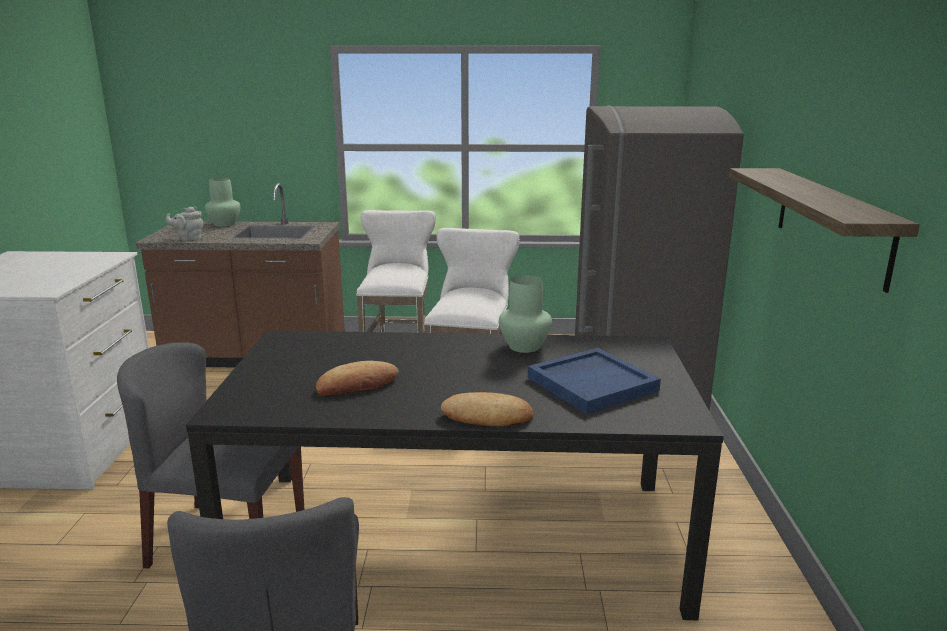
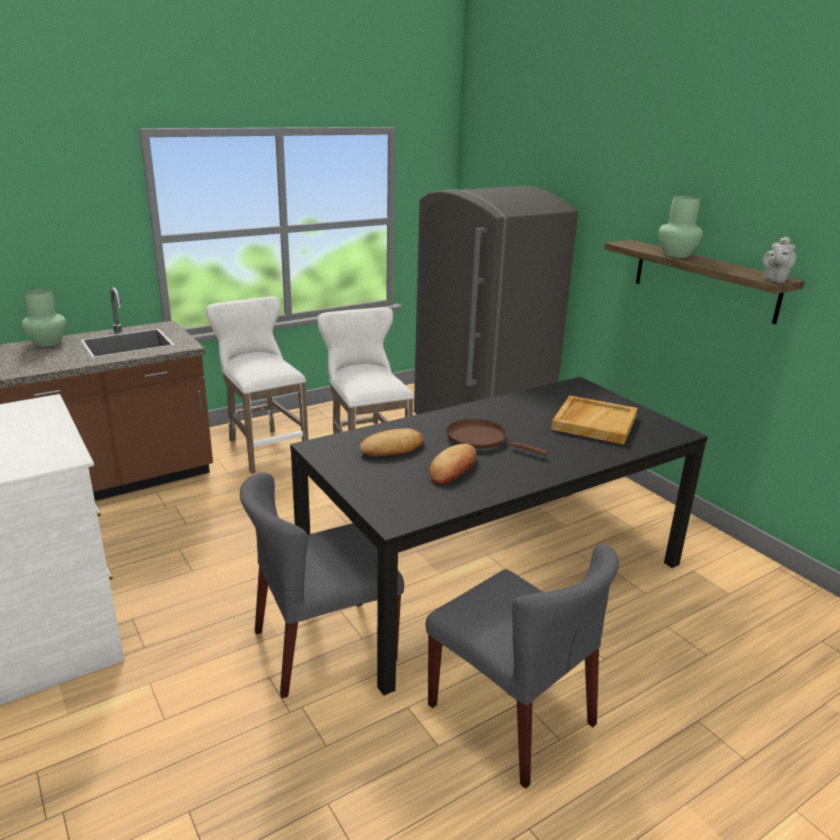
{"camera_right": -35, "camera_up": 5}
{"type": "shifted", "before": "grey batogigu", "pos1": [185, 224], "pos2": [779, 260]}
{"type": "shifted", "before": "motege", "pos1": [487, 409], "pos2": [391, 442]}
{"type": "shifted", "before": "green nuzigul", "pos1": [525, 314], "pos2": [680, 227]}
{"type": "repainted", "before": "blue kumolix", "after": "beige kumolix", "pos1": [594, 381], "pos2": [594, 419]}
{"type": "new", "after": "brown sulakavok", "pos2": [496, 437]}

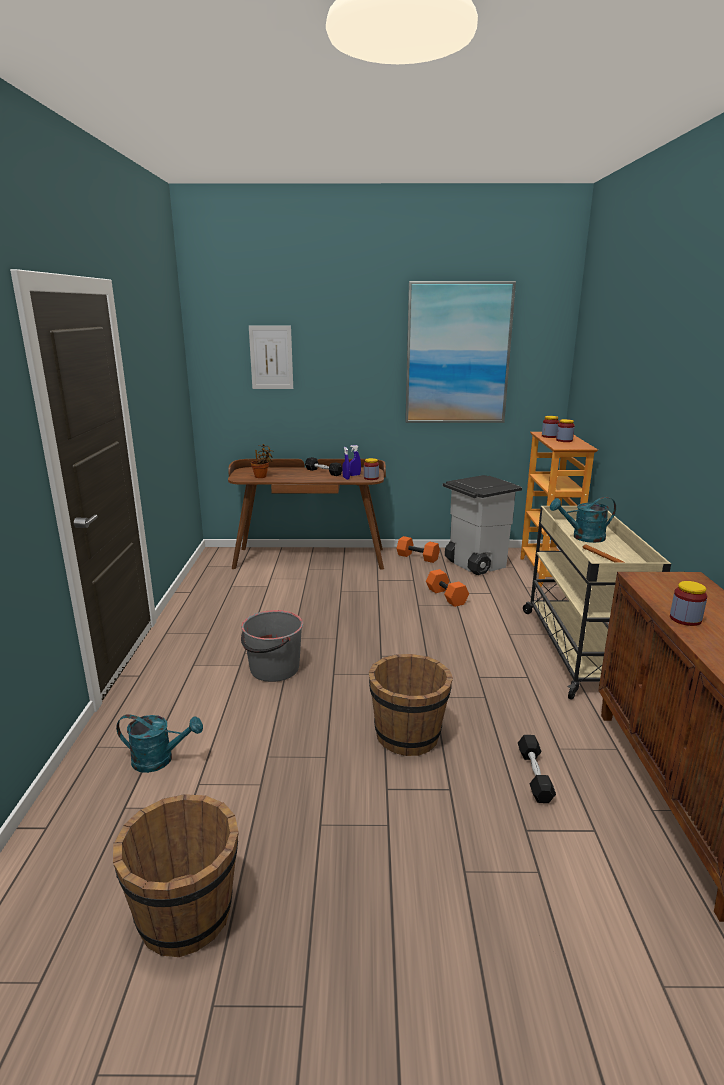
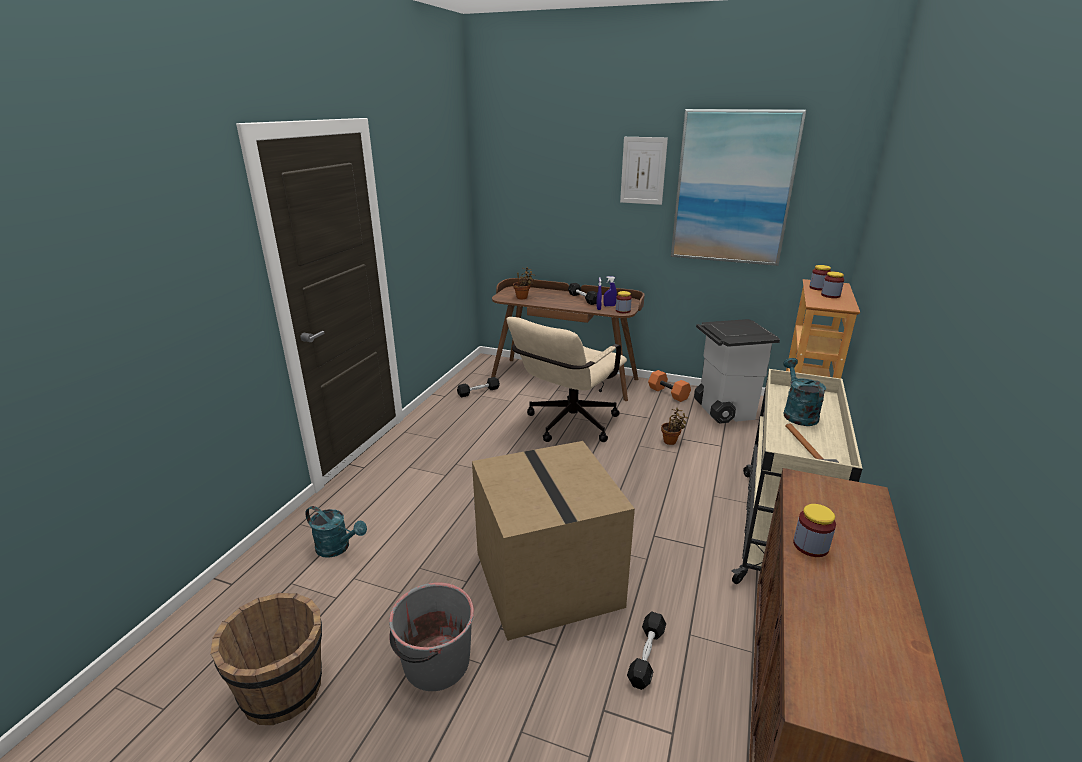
{"camera_right": 20, "camera_up": 5}
{"type": "shifted", "before": "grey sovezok", "pos1": [272, 646], "pos2": [431, 636]}
{"type": "shifted", "before": "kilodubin", "pos1": [271, 357], "pos2": [644, 171]}
{"type": "swapped", "before": "brown sovezok", "after": "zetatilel", "pos1": [411, 705], "pos2": [553, 541]}
{"type": "swapped", "before": "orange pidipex", "after": "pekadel", "pos1": [447, 588], "pos2": [674, 426]}
{"type": "rotated", "before": "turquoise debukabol", "pos1": [583, 520], "pos2": [804, 392], "turn": 75}
{"type": "new", "after": "black pidipex", "pos2": [478, 387]}
{"type": "new", "after": "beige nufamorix", "pos2": [567, 379]}

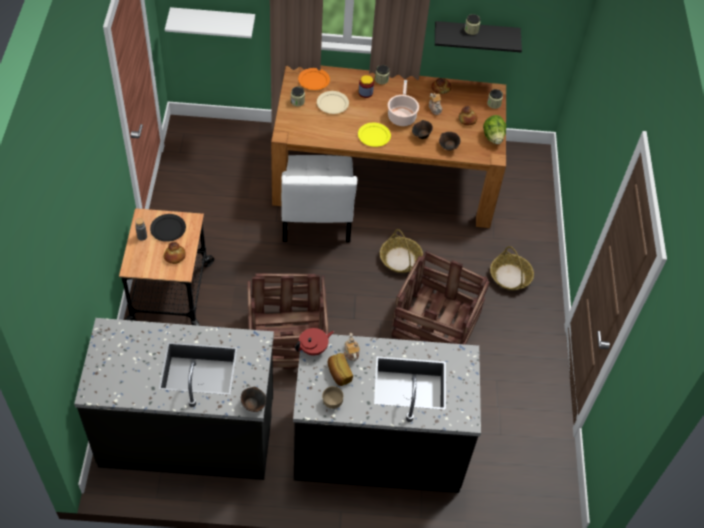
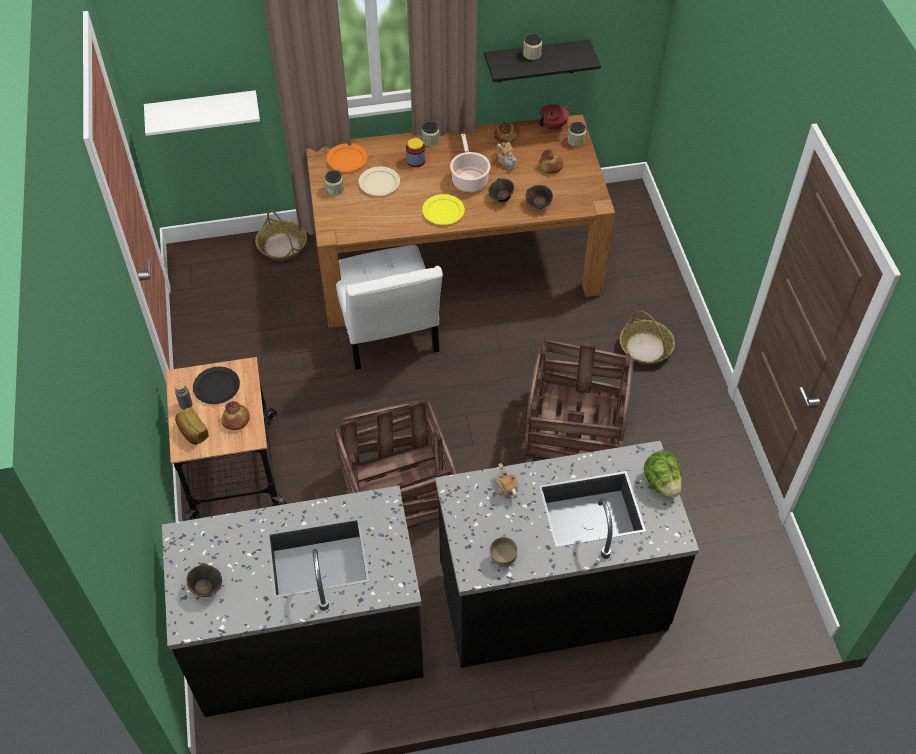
{"camera_right": -10, "camera_up": 0}
{"type": "shifted", "before": "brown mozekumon", "pos1": [253, 399], "pos2": [204, 580]}
{"type": "shifted", "before": "red batogigu", "pos1": [314, 342], "pos2": [554, 116]}
{"type": "shifted", "before": "motege", "pos1": [340, 369], "pos2": [192, 426]}
{"type": "shifted", "before": "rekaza", "pos1": [401, 251], "pos2": [281, 235]}
{"type": "shifted", "before": "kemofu", "pos1": [494, 129], "pos2": [663, 473]}

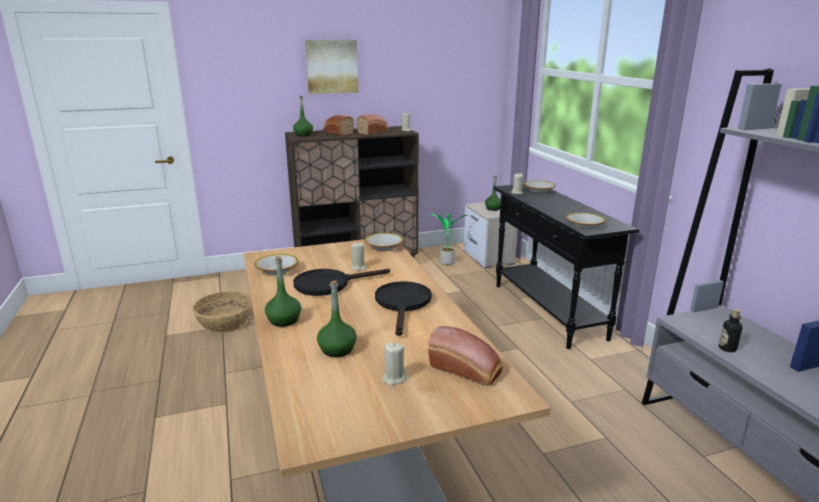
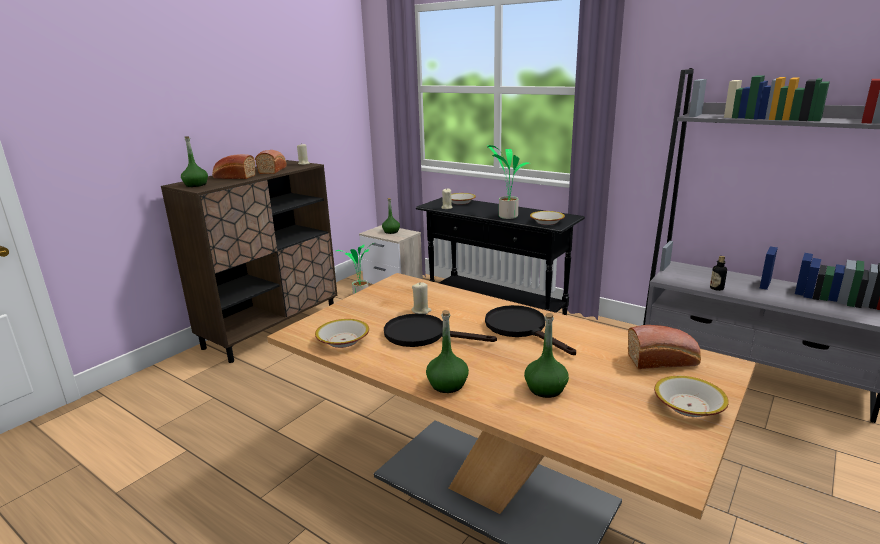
{"camera_right": -35, "camera_up": 0}
{"type": "gone", "before": "rekaza", "pos1": [222, 312]}
{"type": "rotated", "before": "black sulakavok", "pos1": [341, 282], "pos2": [440, 330], "turn": 75}
{"type": "gone", "before": "kilodubin", "pos1": [331, 67]}
{"type": "shifted", "before": "mozekumon", "pos1": [384, 242], "pos2": [691, 396]}
{"type": "gone", "before": "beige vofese", "pos1": [394, 364]}
{"type": "new", "after": "pekadel", "pos2": [508, 182]}

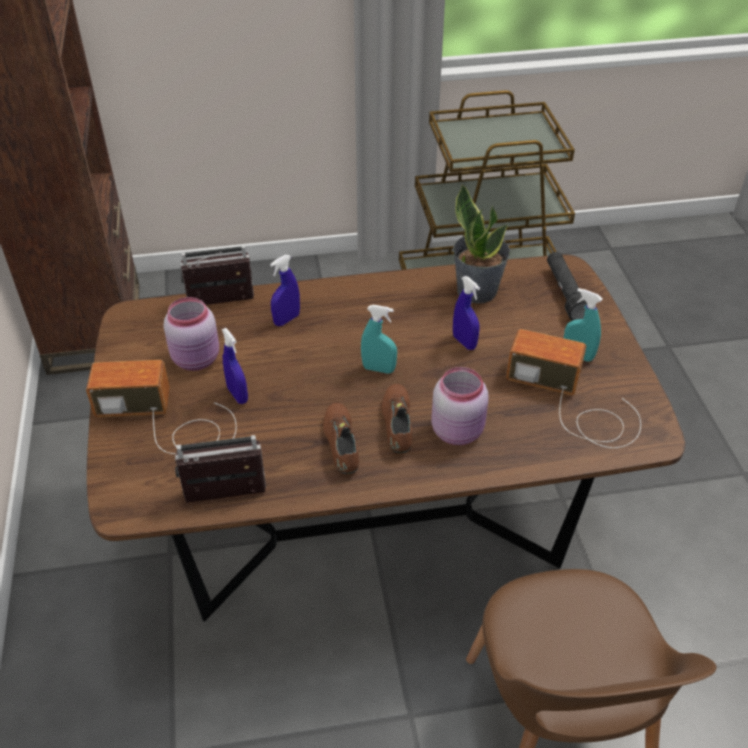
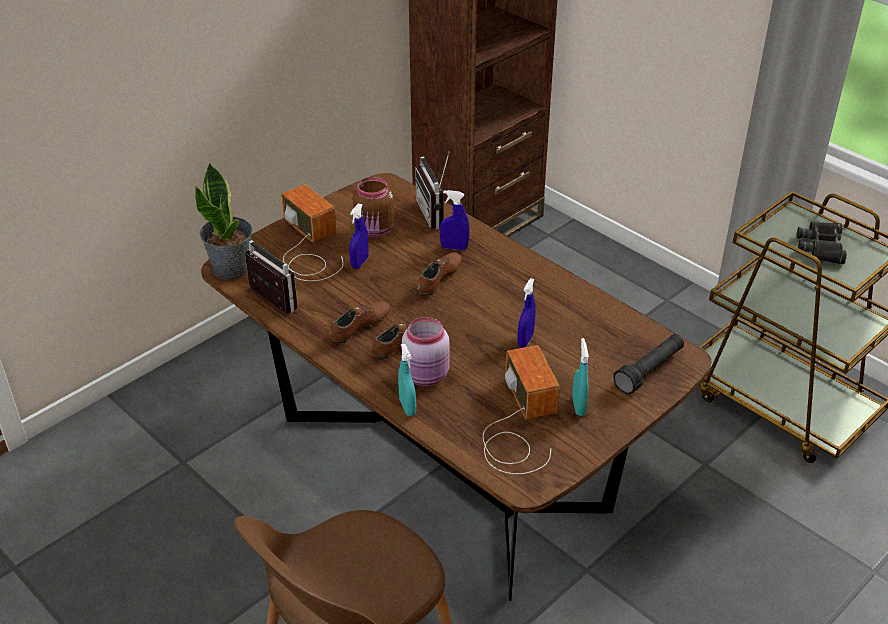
{"camera_right": 55, "camera_up": -5}
{"type": "repainted", "before": "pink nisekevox", "after": "brown nisekevox", "pos1": [191, 334], "pos2": [373, 207]}
{"type": "rotated", "before": "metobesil", "pos1": [217, 275], "pos2": [432, 190], "turn": -150}
{"type": "shifted", "before": "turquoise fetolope", "pos1": [379, 339], "pos2": [407, 380]}
{"type": "shifted", "before": "pekadel", "pos1": [481, 244], "pos2": [223, 221]}
{"type": "new", "after": "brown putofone", "pos2": [439, 274]}
{"type": "new", "after": "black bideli", "pos2": [822, 242]}

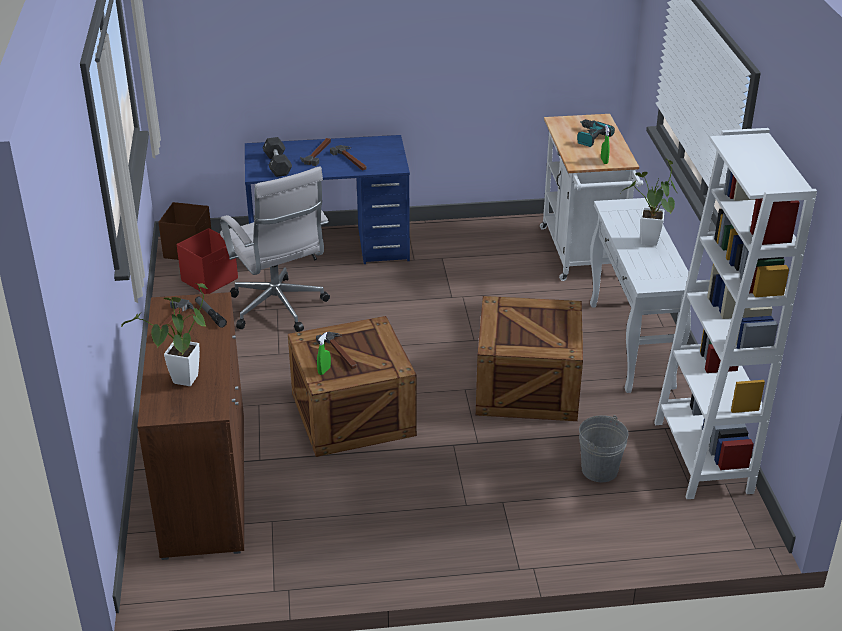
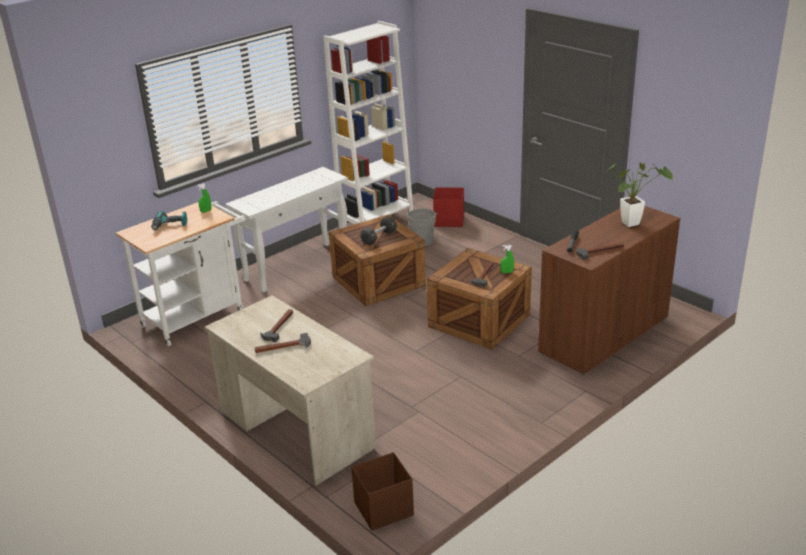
{"camera_right": -125, "camera_up": -5}
{"type": "shifted", "before": "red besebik", "pos1": [207, 261], "pos2": [448, 207]}
{"type": "gone", "before": "white nufamorix", "pos1": [275, 249]}
{"type": "repainted", "before": "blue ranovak", "after": "beige ranovak", "pos1": [327, 199], "pos2": [290, 390]}
{"type": "shifted", "before": "black pidipex", "pos1": [277, 157], "pos2": [378, 231]}
{"type": "gone", "before": "pekadel", "pos1": [648, 202]}

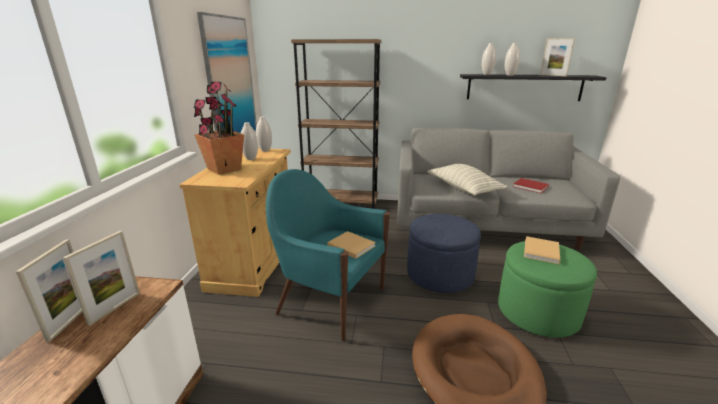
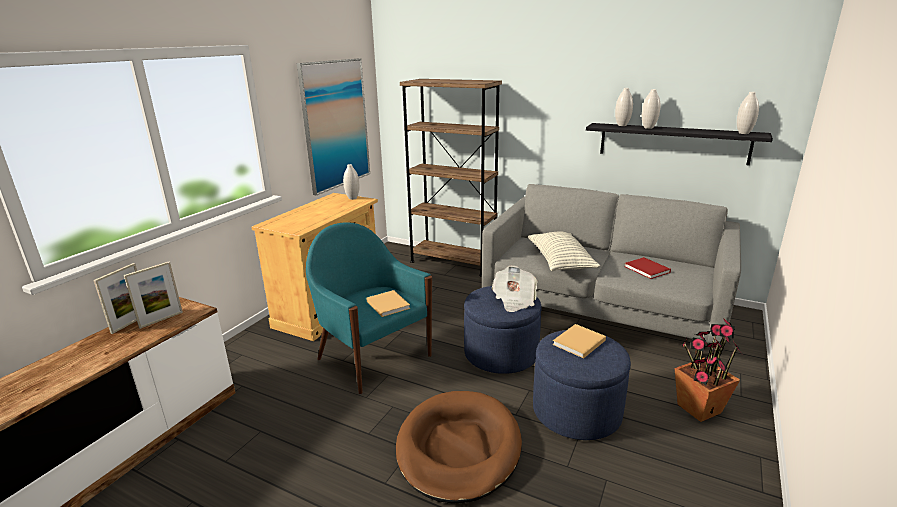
{"camera_right": 20, "camera_up": 0}
{"type": "shifted", "before": "pekadel", "pos1": [219, 128], "pos2": [707, 370]}
{"type": "shifted", "before": "white nuzigul", "pos1": [249, 141], "pos2": [748, 113]}
{"type": "repainted", "before": "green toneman", "after": "blue toneman", "pos1": [547, 289], "pos2": [582, 385]}
{"type": "gone", "before": "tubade", "pos1": [557, 57]}
{"type": "new", "after": "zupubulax", "pos2": [514, 289]}

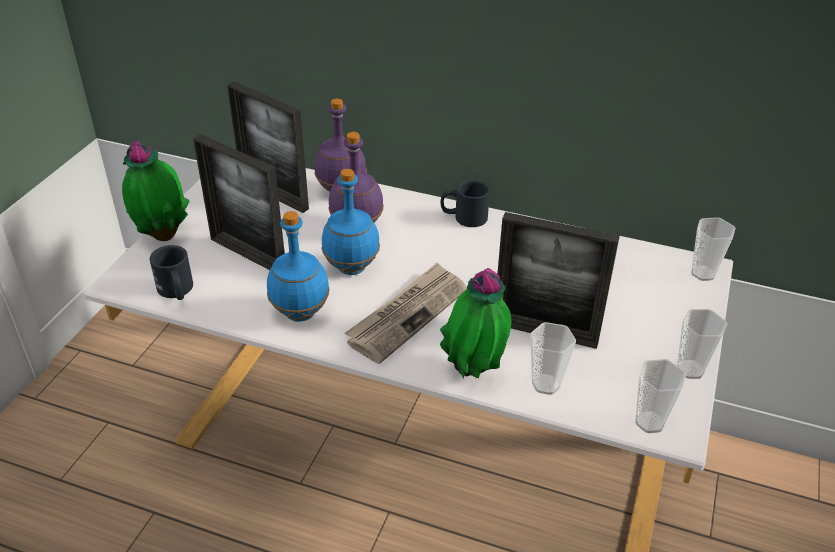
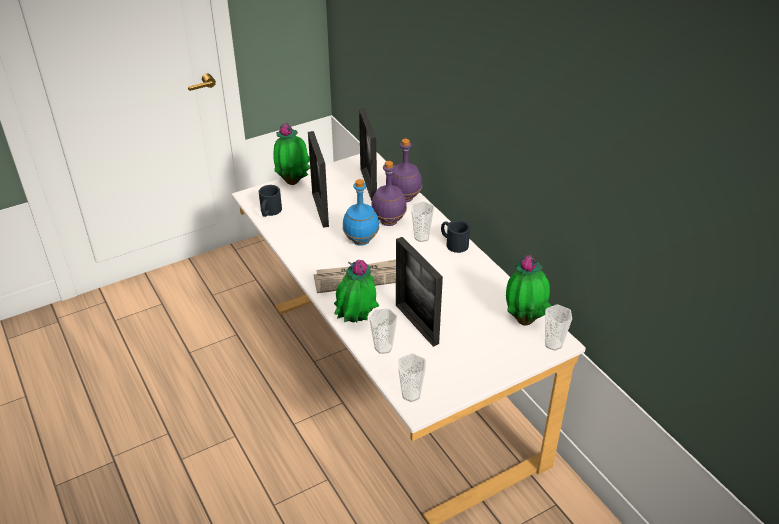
{"camera_right": 40, "camera_up": 0}
{"type": "gone", "before": "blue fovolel", "pos1": [298, 266]}
{"type": "shifted", "before": "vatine", "pos1": [702, 344], "pos2": [422, 222]}
{"type": "new", "after": "pekadel", "pos2": [528, 290]}

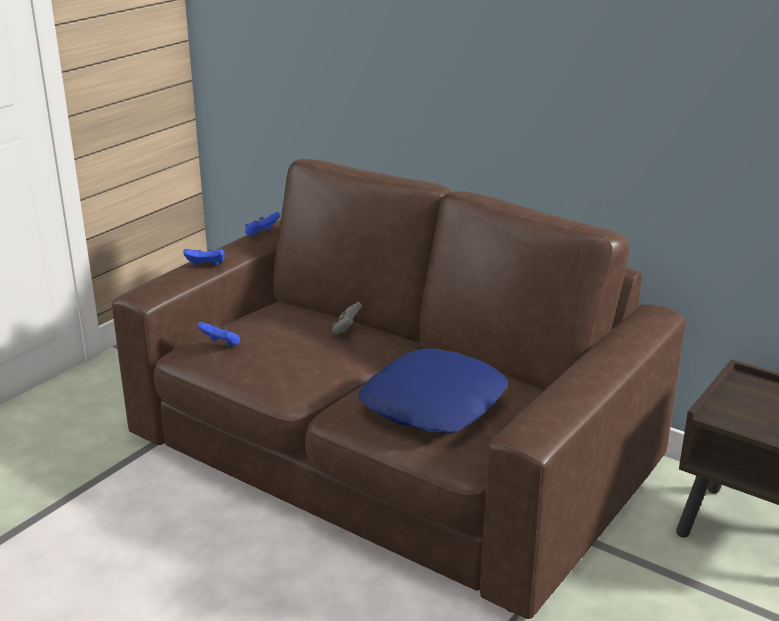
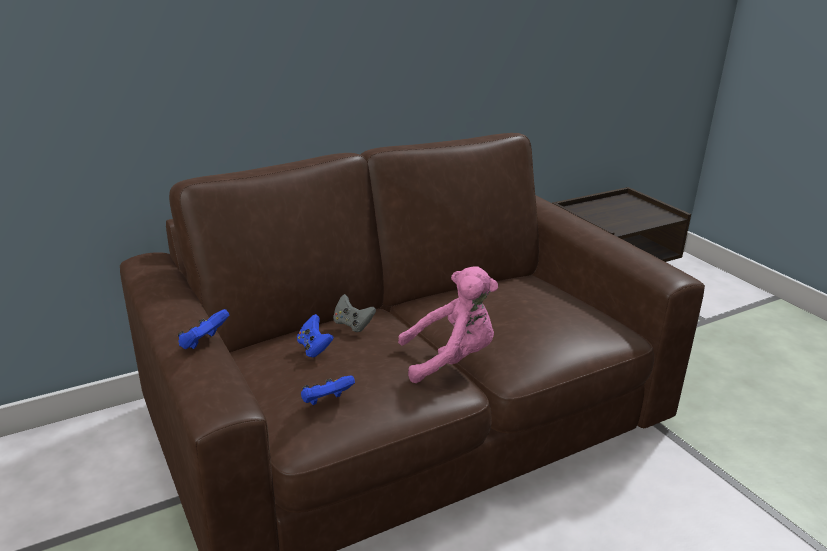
{"camera_right": -65, "camera_up": 0}
{"type": "shifted", "before": "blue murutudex", "pos1": [262, 223], "pos2": [315, 336]}
{"type": "gone", "before": "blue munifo", "pos1": [433, 391]}
{"type": "new", "after": "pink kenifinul", "pos2": [448, 324]}

